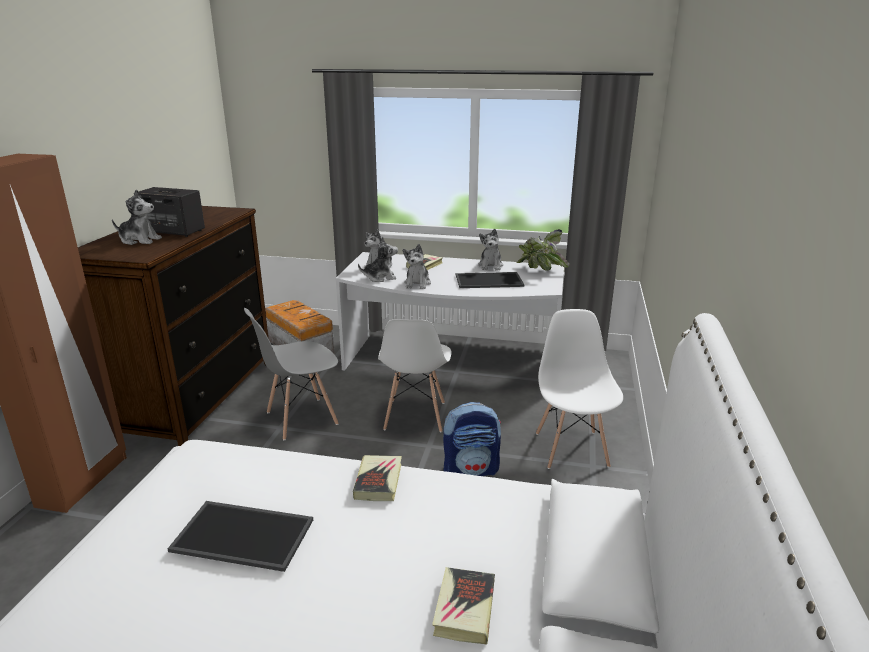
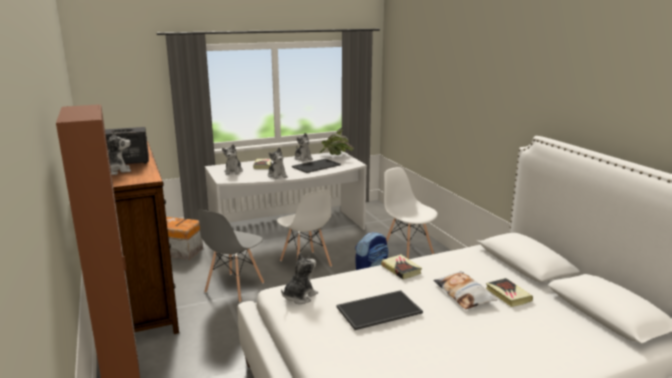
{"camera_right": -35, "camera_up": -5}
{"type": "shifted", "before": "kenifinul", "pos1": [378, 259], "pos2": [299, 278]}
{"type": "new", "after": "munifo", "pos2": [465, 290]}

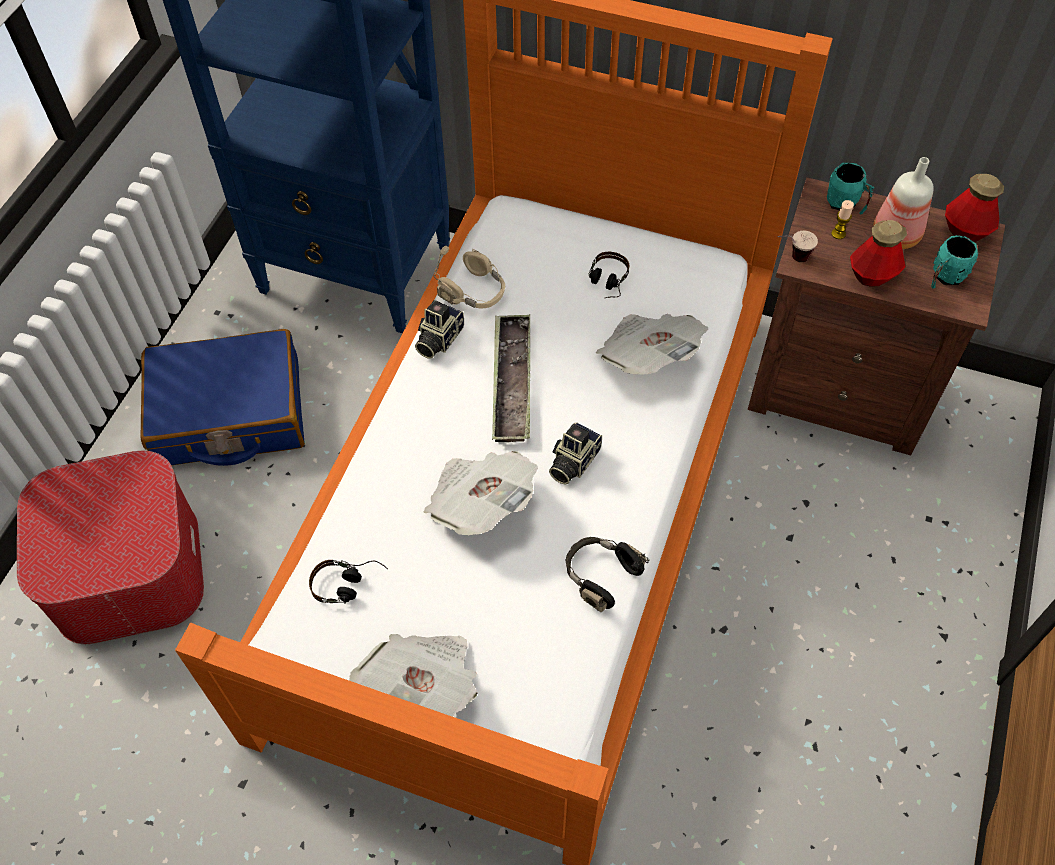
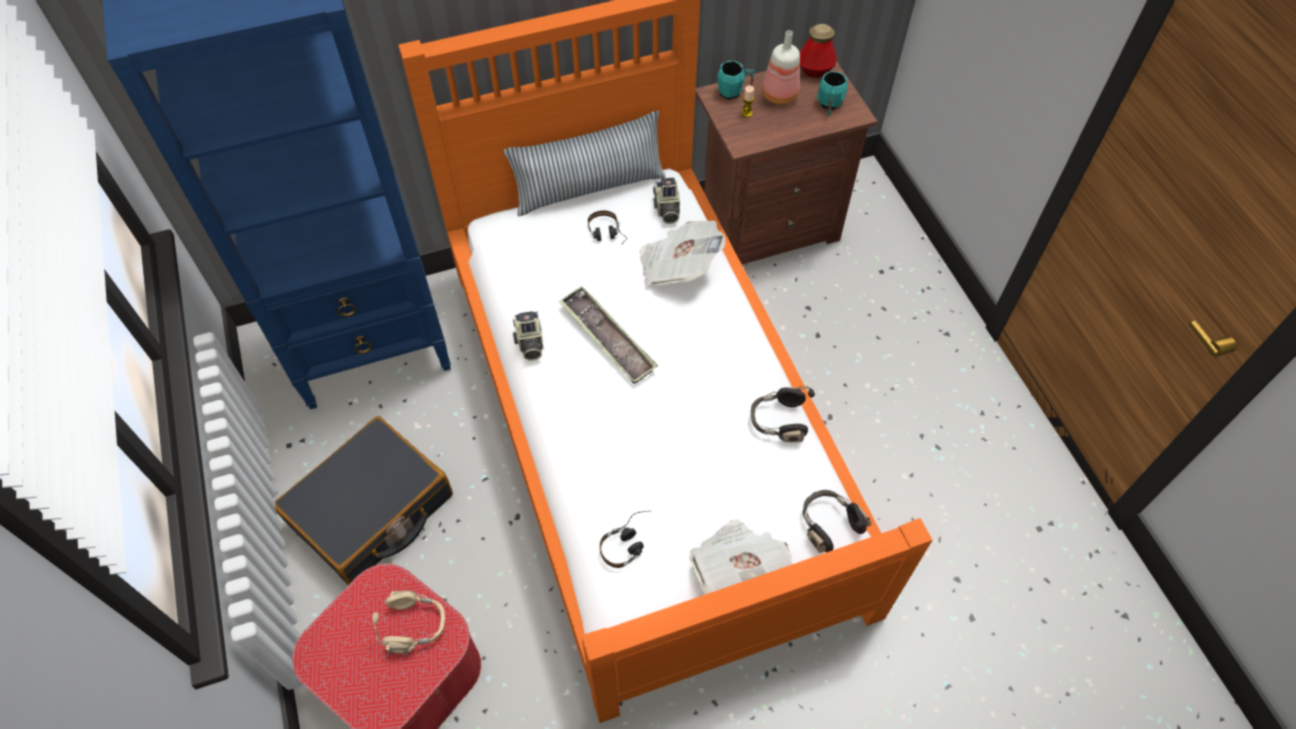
{"camera_right": -40, "camera_up": 0}
{"type": "repainted", "before": "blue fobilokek", "after": "black fobilokek", "pos1": [223, 397], "pos2": [364, 500]}
{"type": "gone", "before": "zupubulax", "pos1": [480, 493]}
{"type": "shifted", "before": "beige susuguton", "pos1": [469, 277], "pos2": [408, 622]}
{"type": "shifted", "before": "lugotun", "pos1": [575, 453], "pos2": [666, 201]}
{"type": "gone", "before": "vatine", "pos1": [798, 246]}
{"type": "gone", "before": "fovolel", "pos1": [878, 253]}
{"type": "new", "after": "munifo", "pos2": [584, 163]}
{"type": "new", "after": "black susuguton", "pos2": [837, 521]}

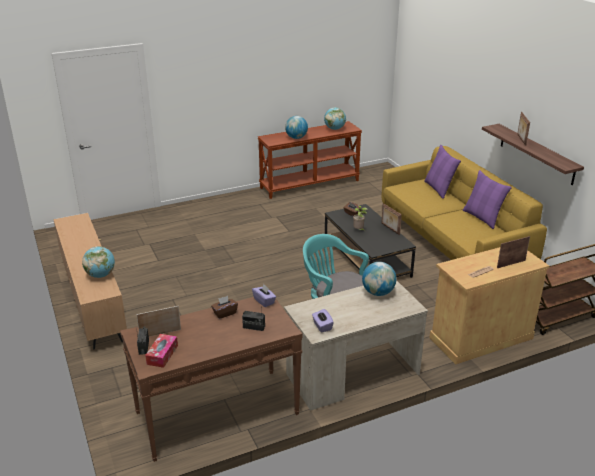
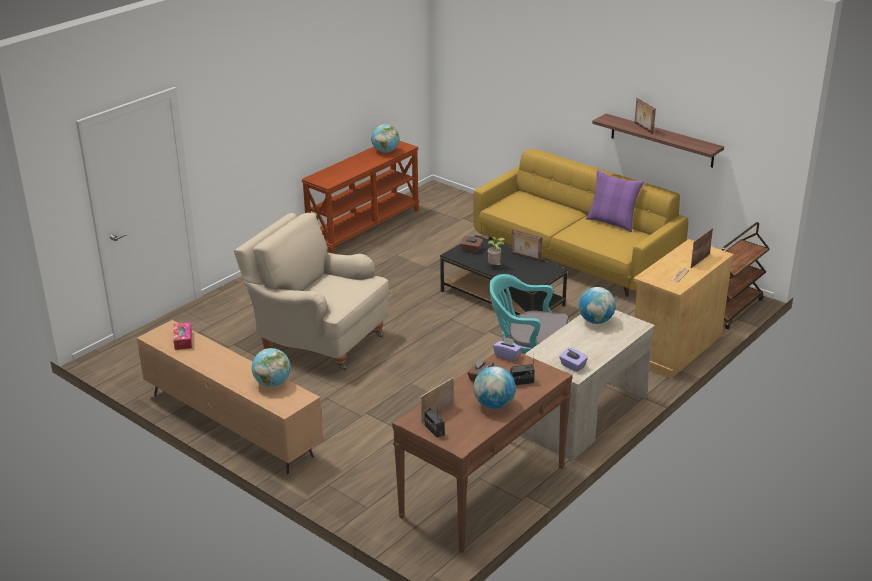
{"camera_right": -25, "camera_up": 0}
{"type": "shifted", "before": "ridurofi", "pos1": [161, 351], "pos2": [182, 336]}
{"type": "shifted", "before": "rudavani", "pos1": [296, 127], "pos2": [494, 387]}
{"type": "gone", "before": "purple munifo", "pos1": [442, 172]}
{"type": "new", "after": "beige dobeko", "pos2": [311, 292]}

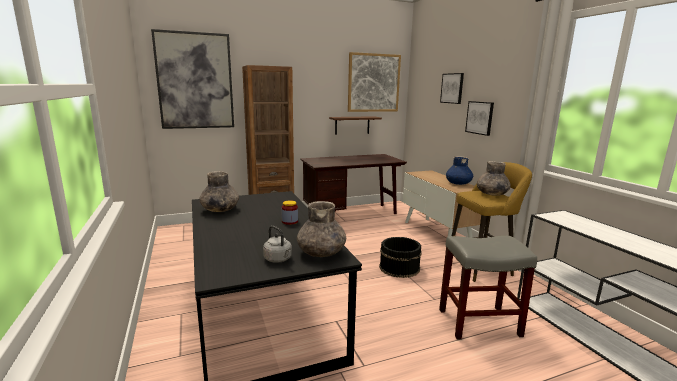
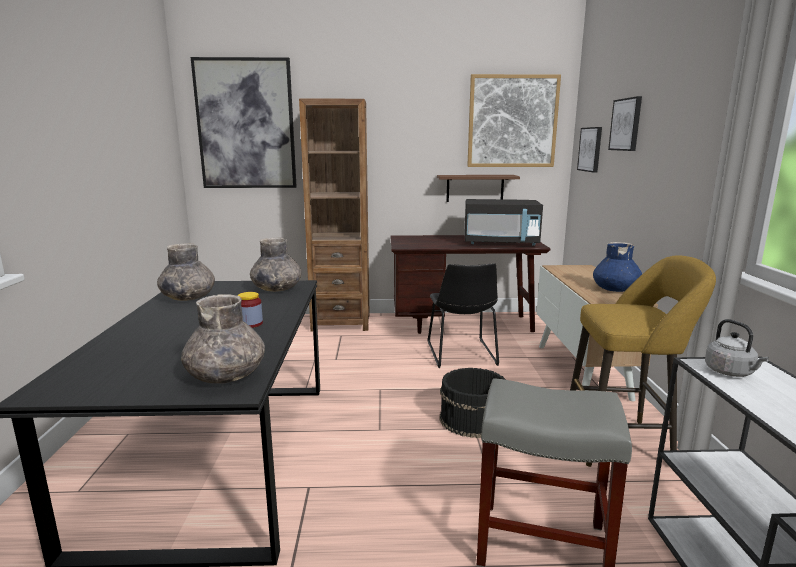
{"camera_right": 20, "camera_up": 0}
{"type": "shifted", "before": "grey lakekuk", "pos1": [277, 244], "pos2": [737, 348]}
{"type": "shifted", "before": "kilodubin", "pos1": [479, 118], "pos2": [589, 150]}
{"type": "shifted", "before": "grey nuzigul", "pos1": [494, 178], "pos2": [275, 265]}
{"type": "new", "after": "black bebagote", "pos2": [463, 315]}
{"type": "new", "after": "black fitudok", "pos2": [503, 222]}

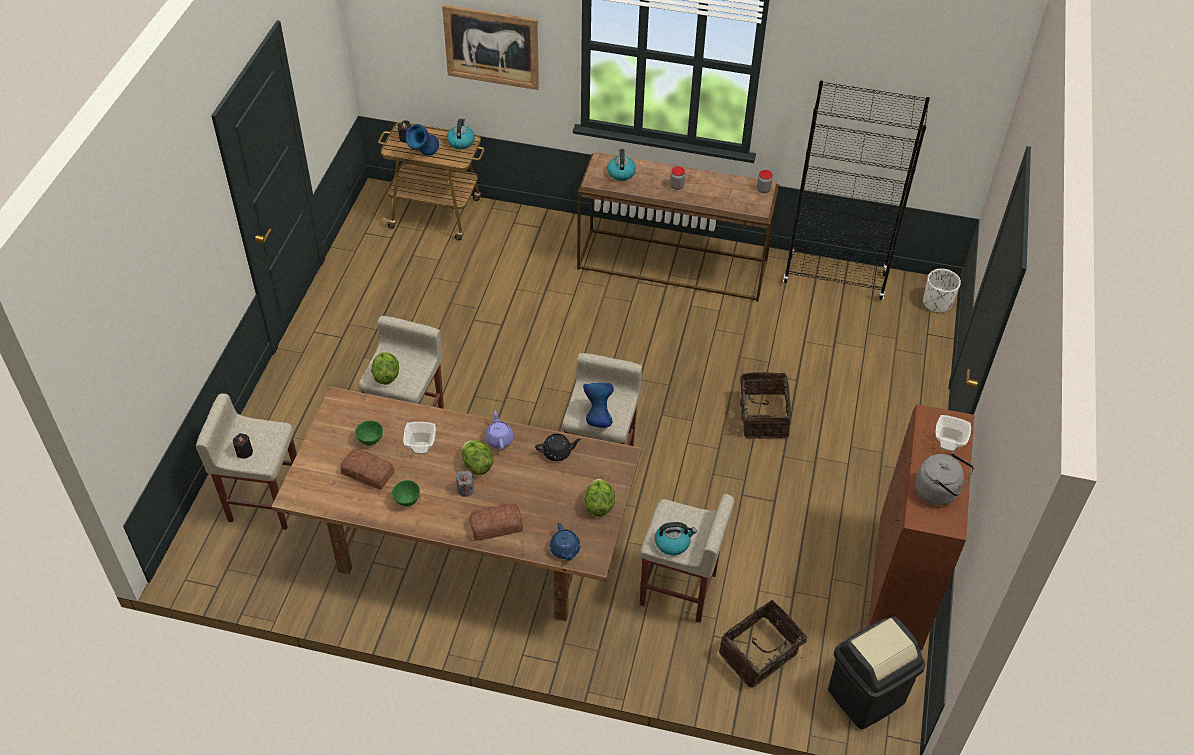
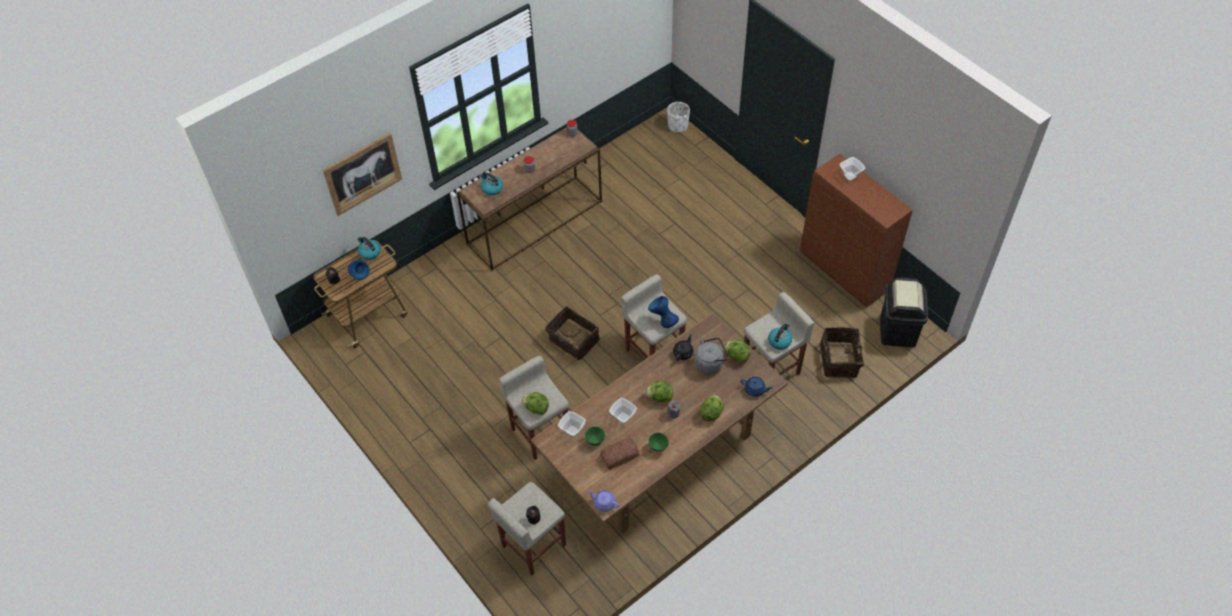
{"camera_right": -50, "camera_up": 5}
{"type": "swapped", "before": "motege", "after": "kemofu", "pos1": [496, 522], "pos2": [711, 408]}
{"type": "shifted", "before": "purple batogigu", "pos1": [499, 430], "pos2": [603, 501]}
{"type": "shifted", "before": "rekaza", "pos1": [766, 405], "pos2": [572, 333]}
{"type": "gone", "before": "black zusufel", "pos1": [856, 190]}
{"type": "shifted", "before": "grey lakekuk", "pos1": [944, 478], "pos2": [711, 356]}
{"type": "new", "after": "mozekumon", "pos2": [572, 424]}

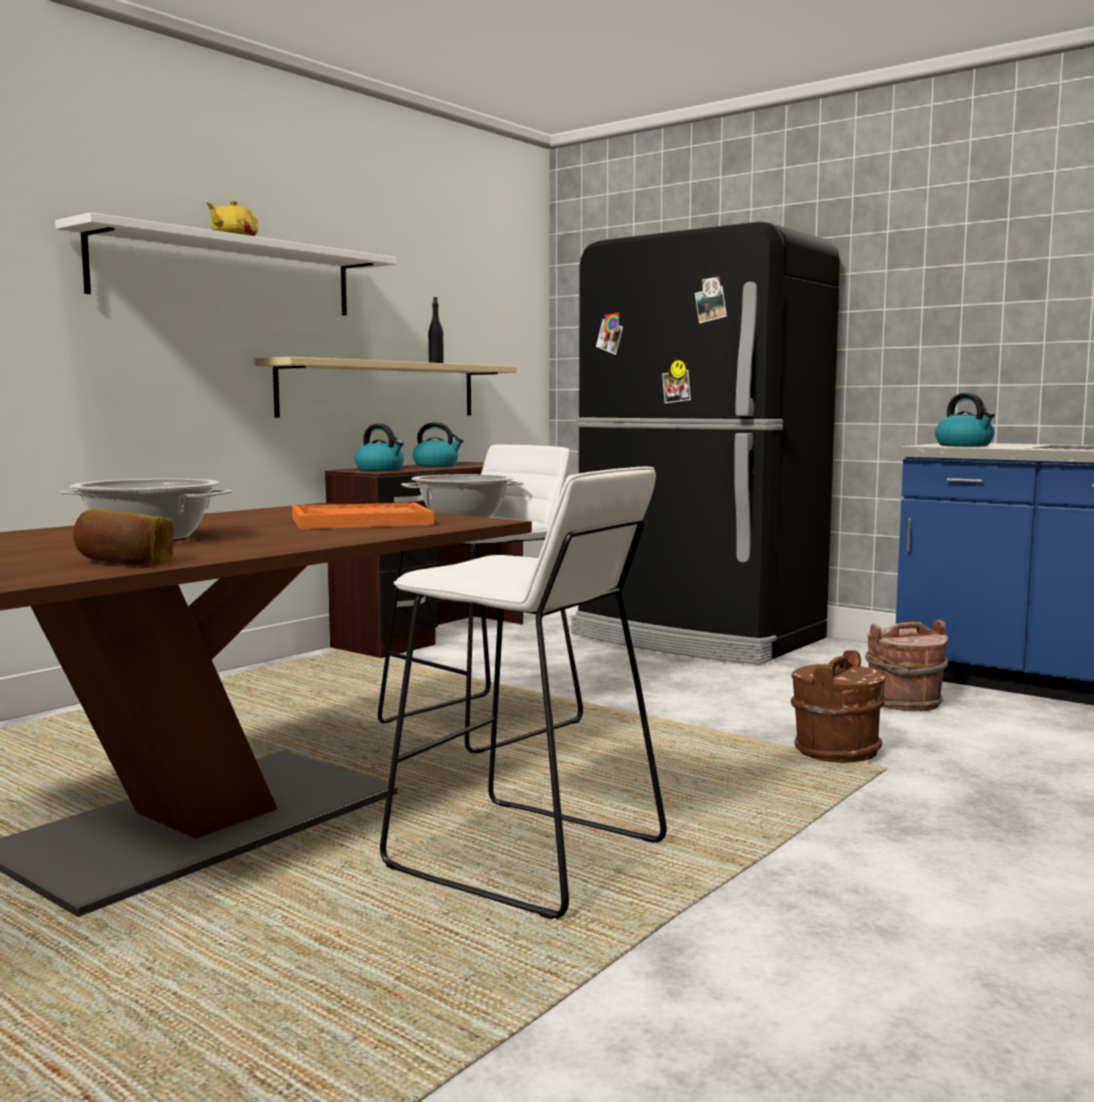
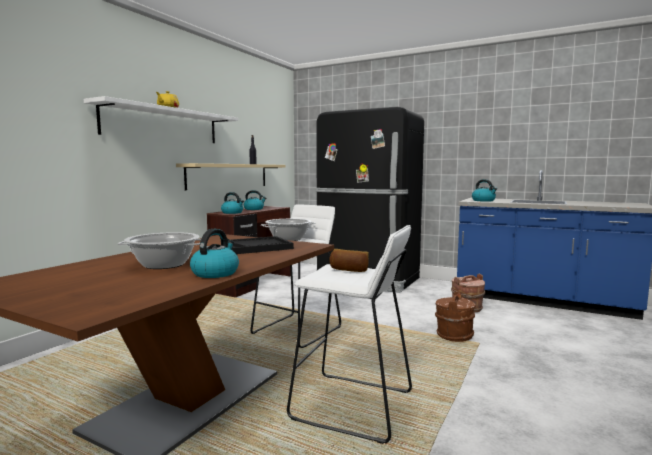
{"camera_right": -10, "camera_up": 0}
{"type": "shifted", "before": "motege", "pos1": [123, 537], "pos2": [349, 260]}
{"type": "repainted", "before": "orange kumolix", "after": "black kumolix", "pos1": [363, 516], "pos2": [262, 245]}
{"type": "new", "after": "lakekuk", "pos2": [214, 253]}

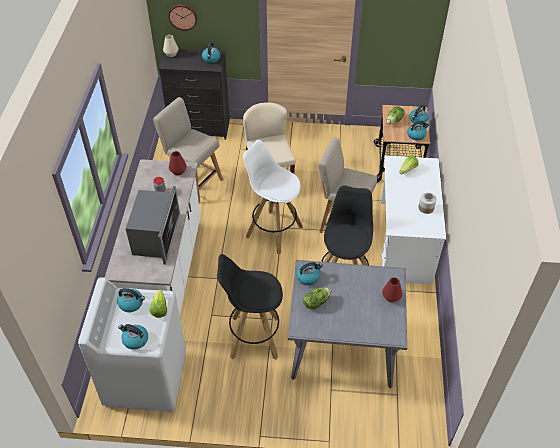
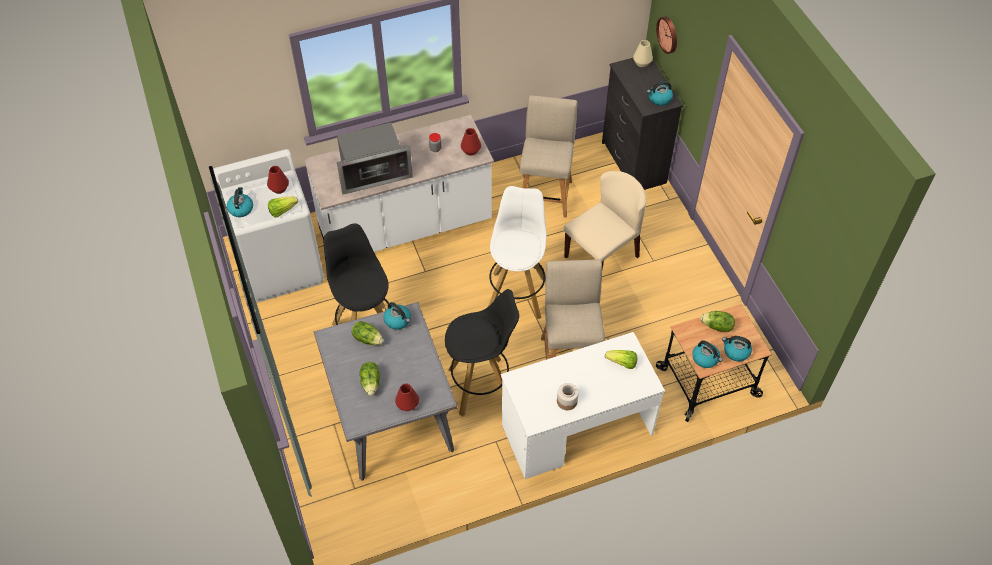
{"camera_right": 65, "camera_up": 5}
{"type": "swapped", "before": "lakekuk", "after": "red nuzigul", "pos1": [131, 300], "pos2": [278, 180]}
{"type": "new", "after": "kemofu", "pos2": [370, 379]}

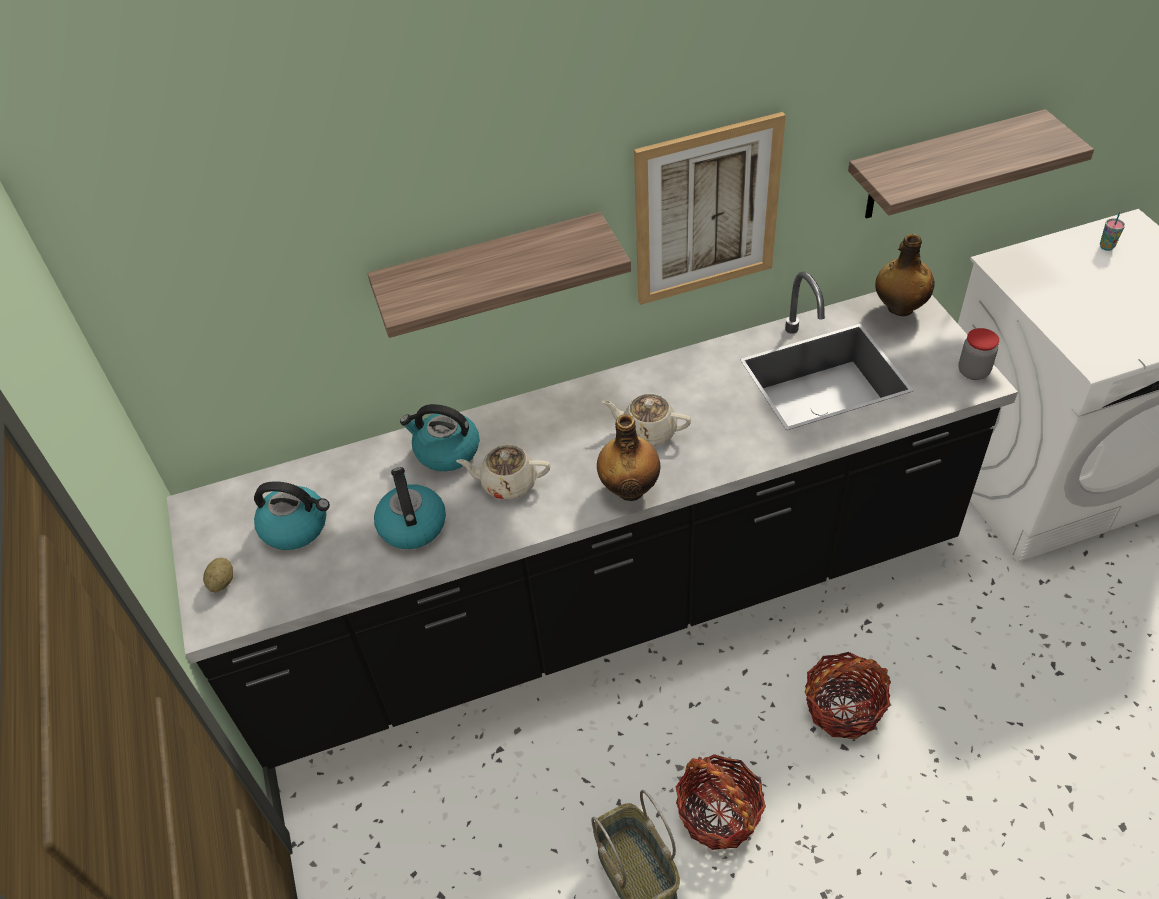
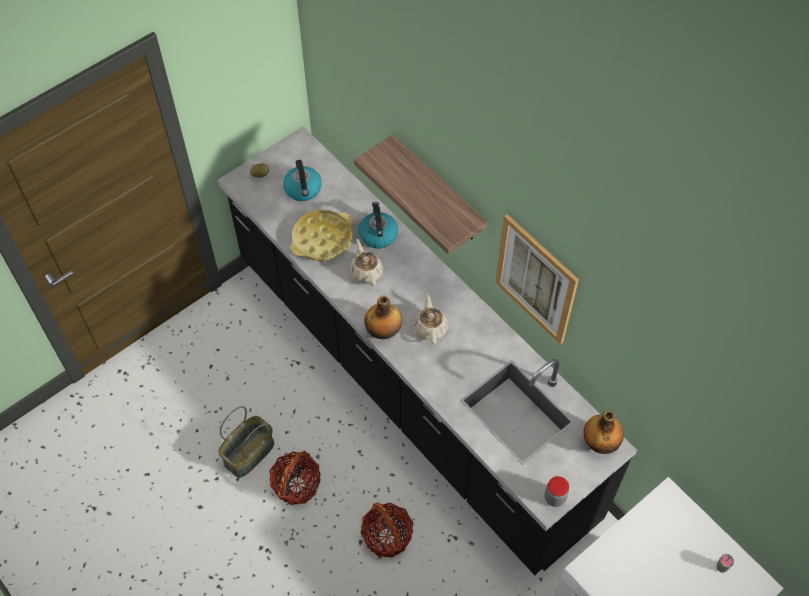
{"camera_right": 65, "camera_up": 10}
{"type": "swapped", "before": "lakekuk", "after": "yellow kumolix", "pos1": [410, 508], "pos2": [322, 235]}
{"type": "gone", "before": "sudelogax", "pos1": [971, 164]}

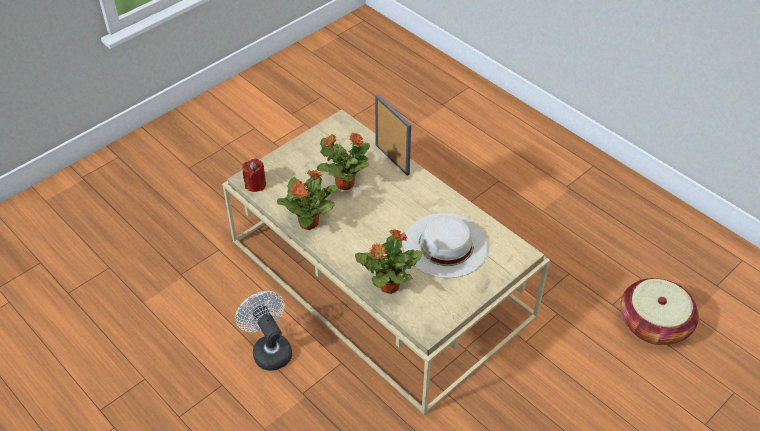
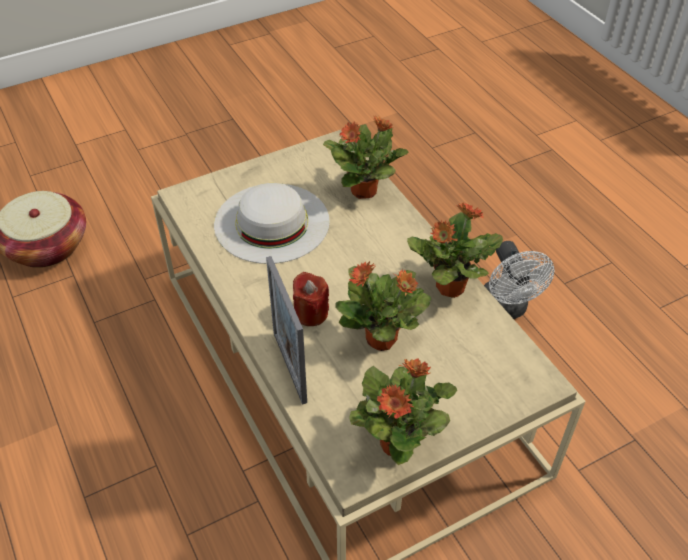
{"camera_right": -165, "camera_up": 0}
{"type": "shifted", "before": "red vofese", "pos1": [254, 175], "pos2": [311, 299]}
{"type": "new", "after": "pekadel", "pos2": [403, 411]}

